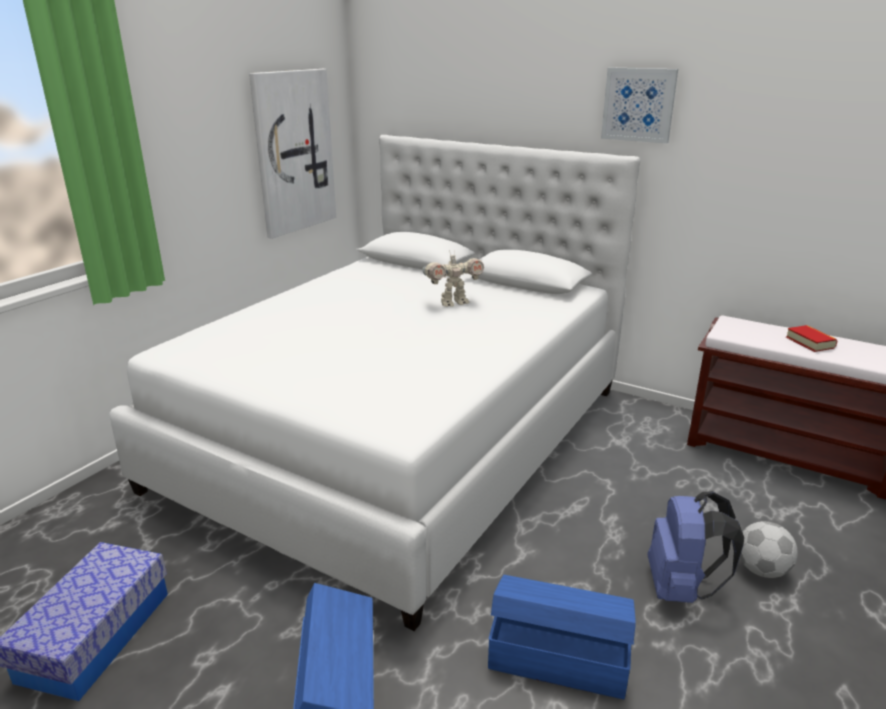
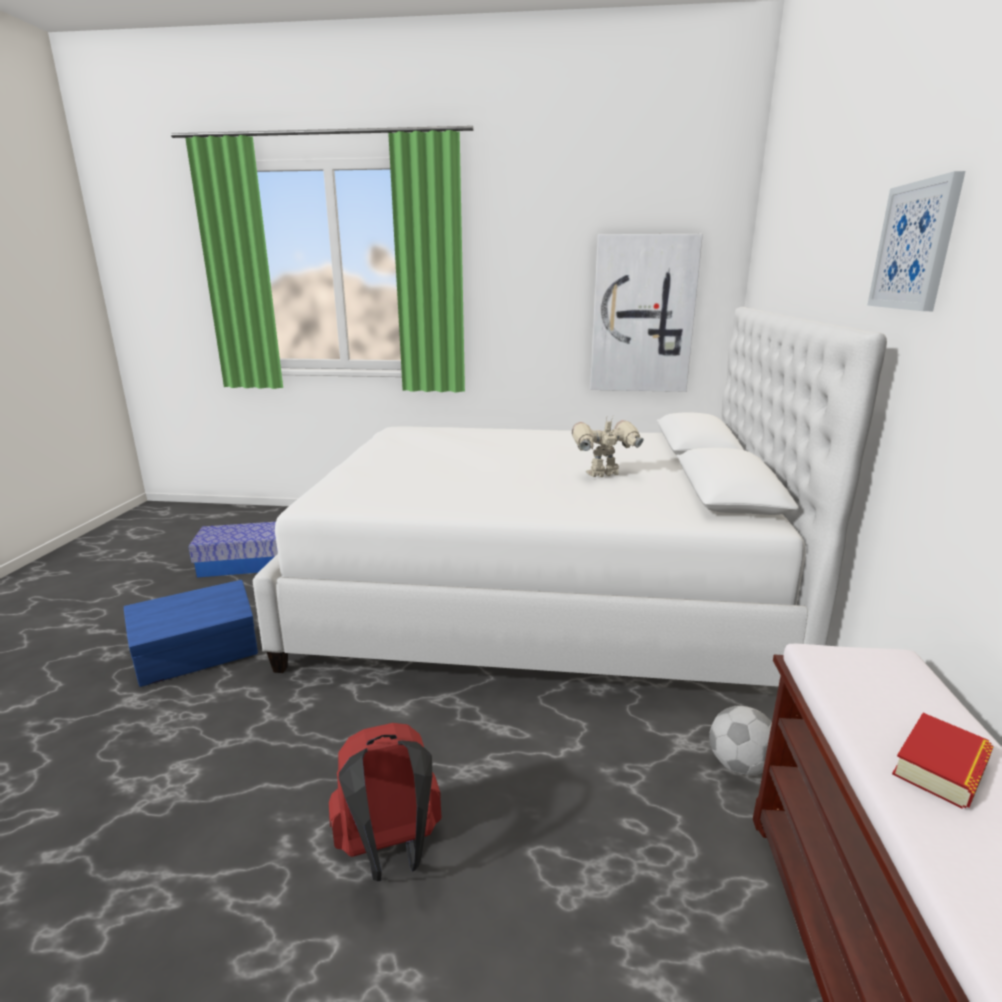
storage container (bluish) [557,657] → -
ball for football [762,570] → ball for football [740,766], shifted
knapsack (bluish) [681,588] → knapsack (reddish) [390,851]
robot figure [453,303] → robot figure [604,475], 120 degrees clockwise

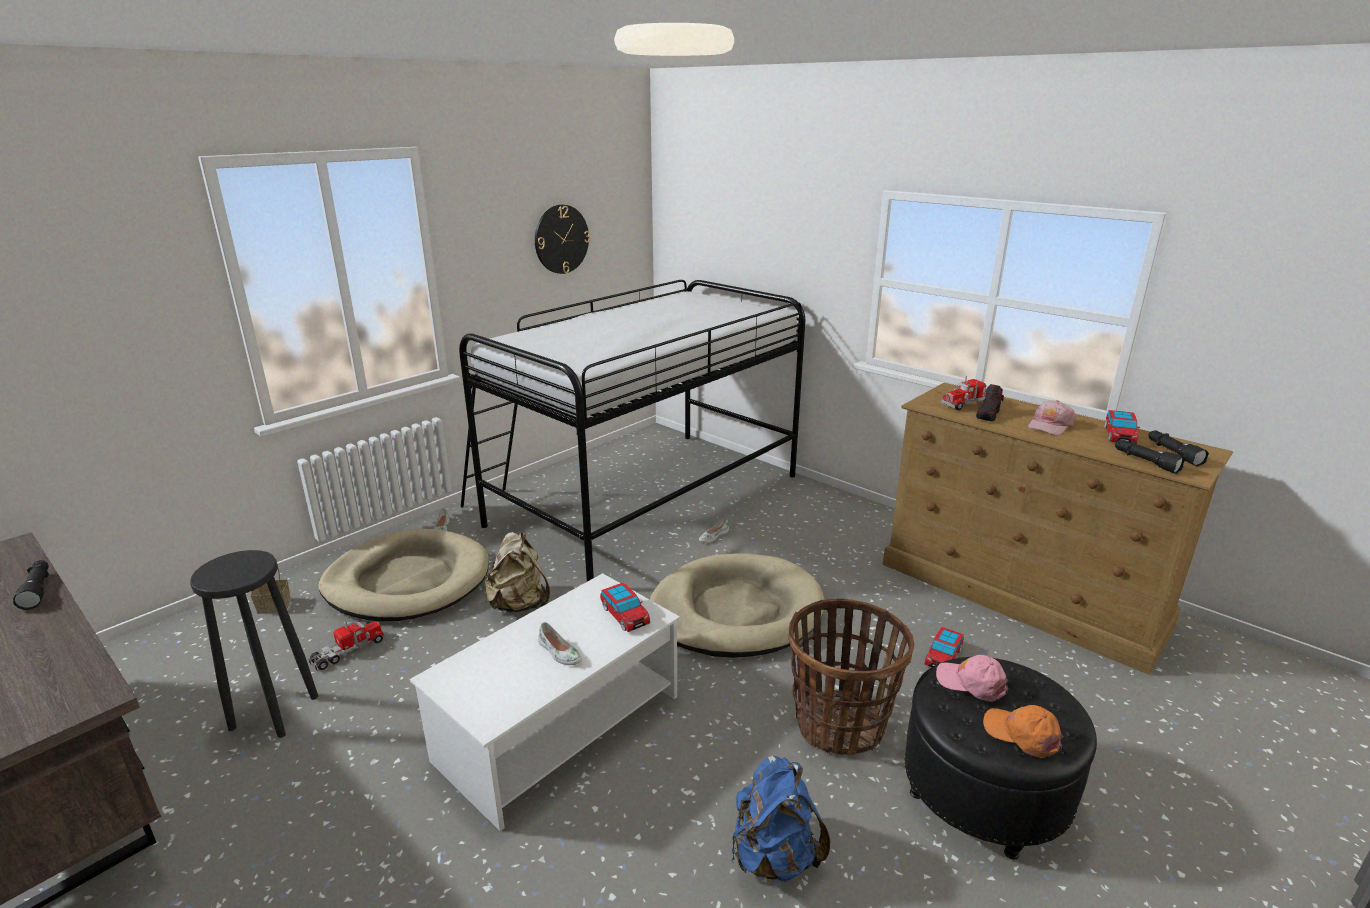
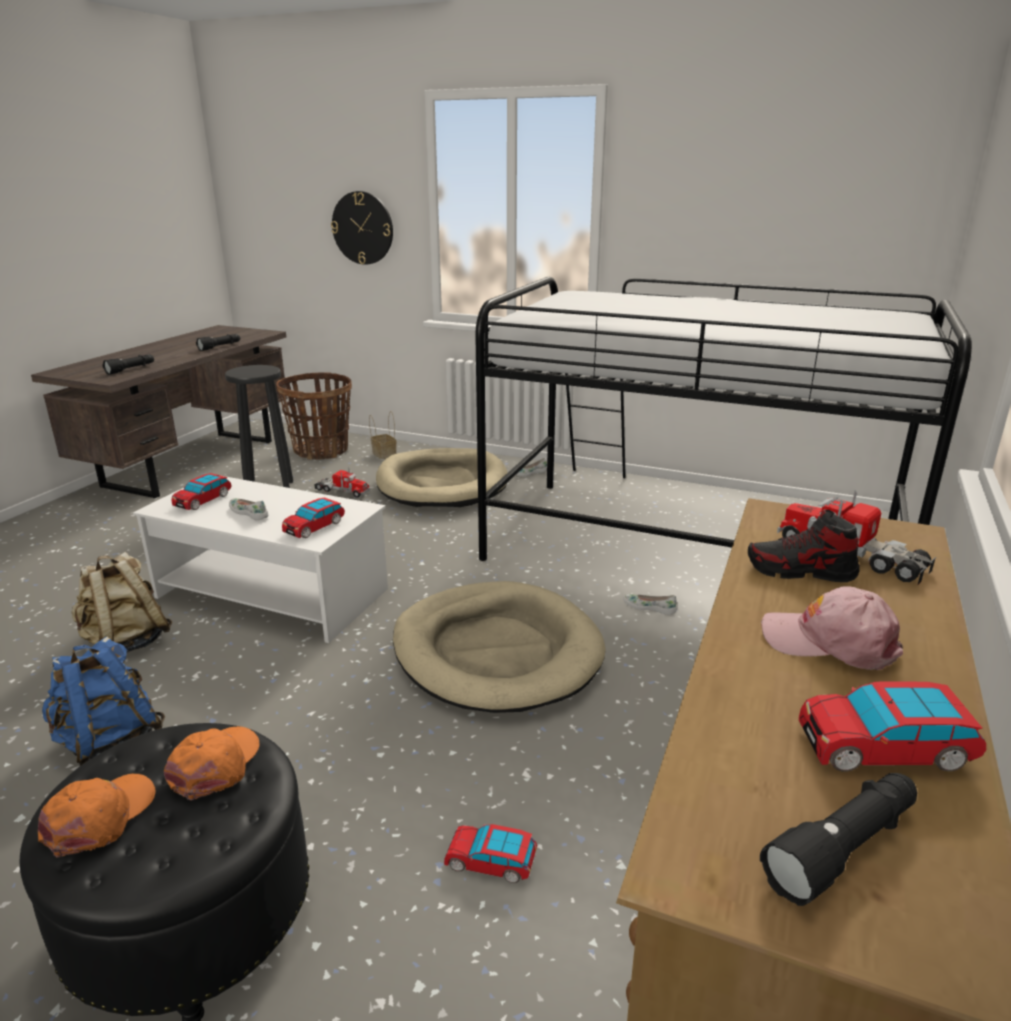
- → miniature car [203,500]
knapsack (beige-coloured) [519,605] → knapsack (beige-coloured) [126,643], shifted
wall clock [561,239] → wall clock [363,228], shifted
storage basket [840,725] → storage basket [321,451], shifted
hand torch (black) [1145,462] → hand torch (black) [131,369], shifted
cap (pink) [971,682] → cap (orange) [216,765]
shoe (white) [559,653] → shoe (white) [249,513], 105 degrees clockwise

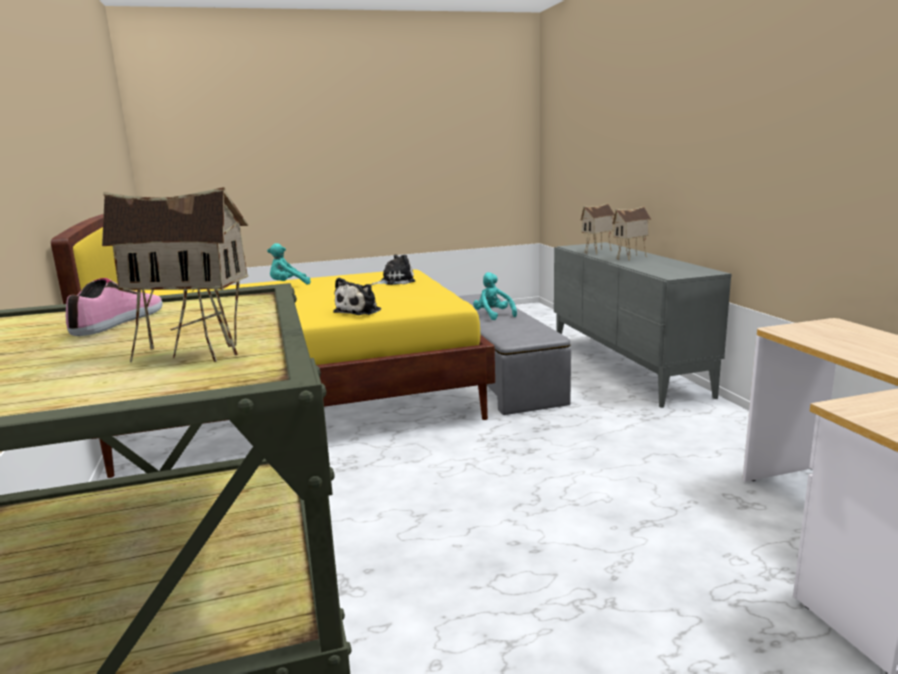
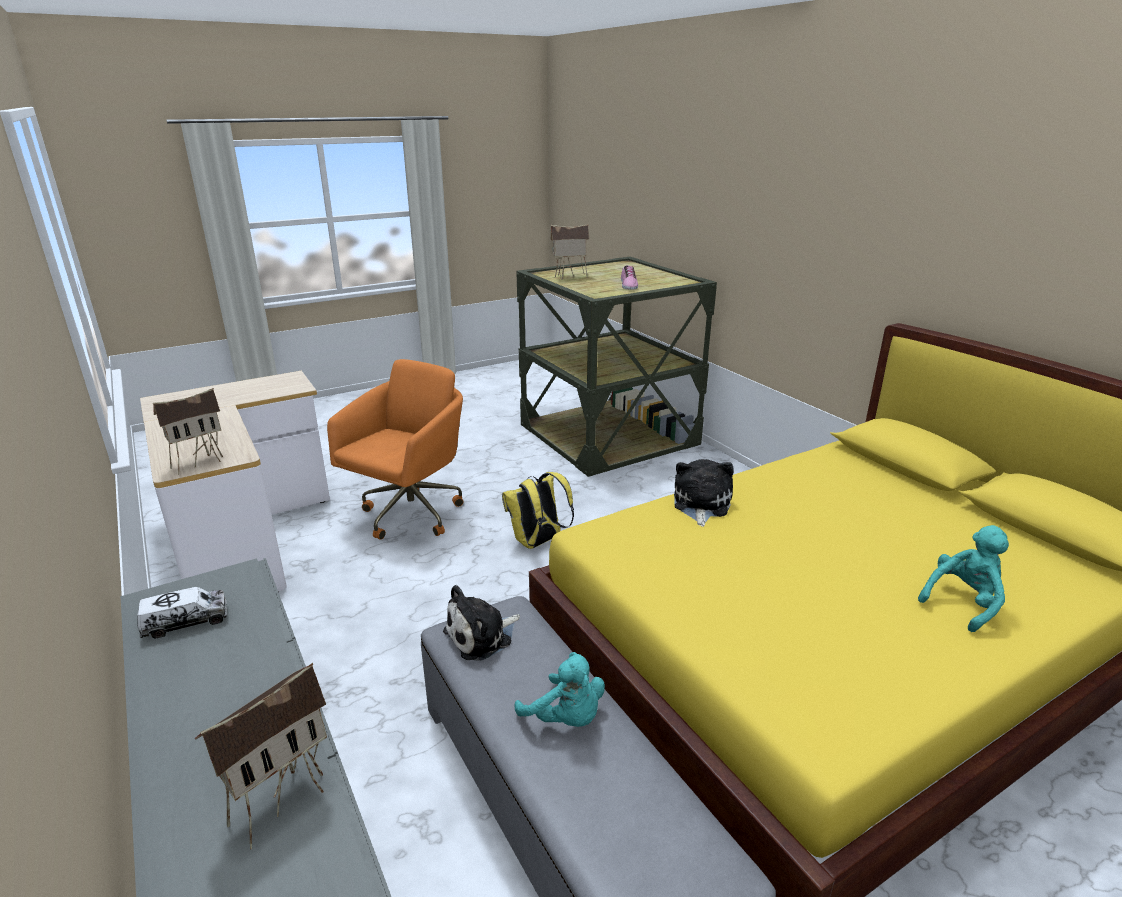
- → model truck [186,622]
- → office chair (orange) [409,517]
- → knapsack (yellowish) [538,542]
cuddly toy [395,281] → cuddly toy [482,636], shifted
model house [631,258] → model house [199,462], shifted

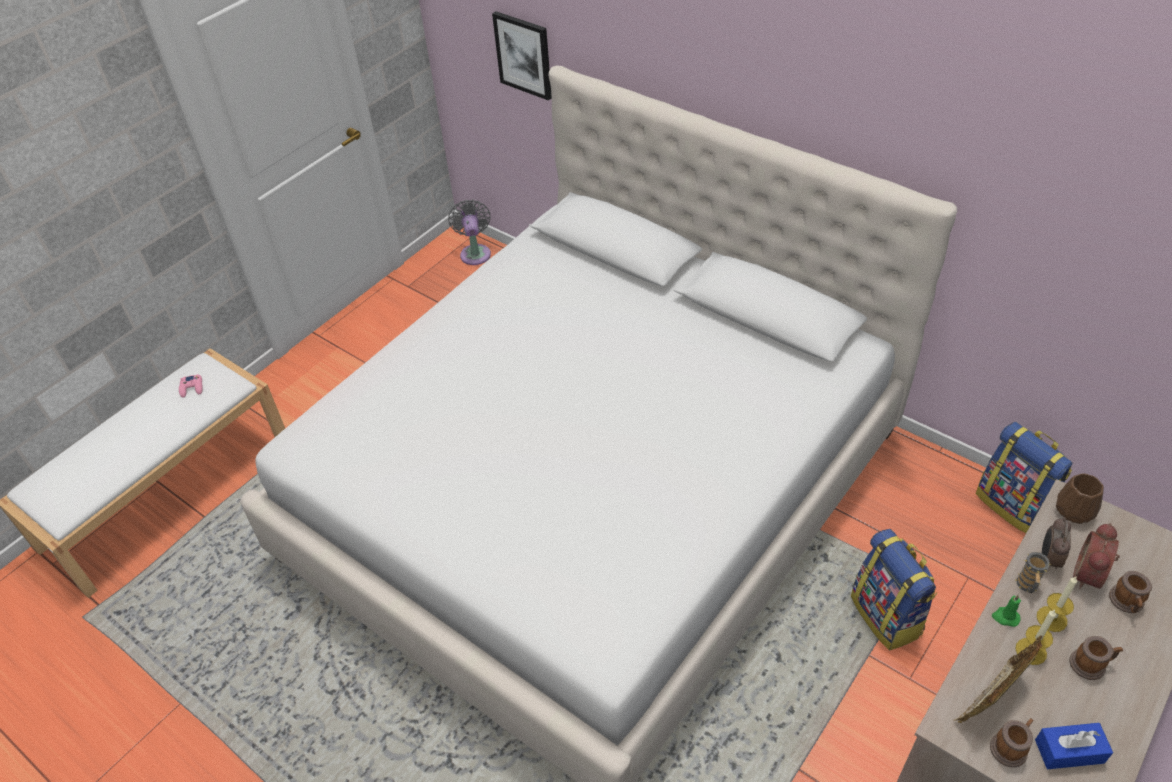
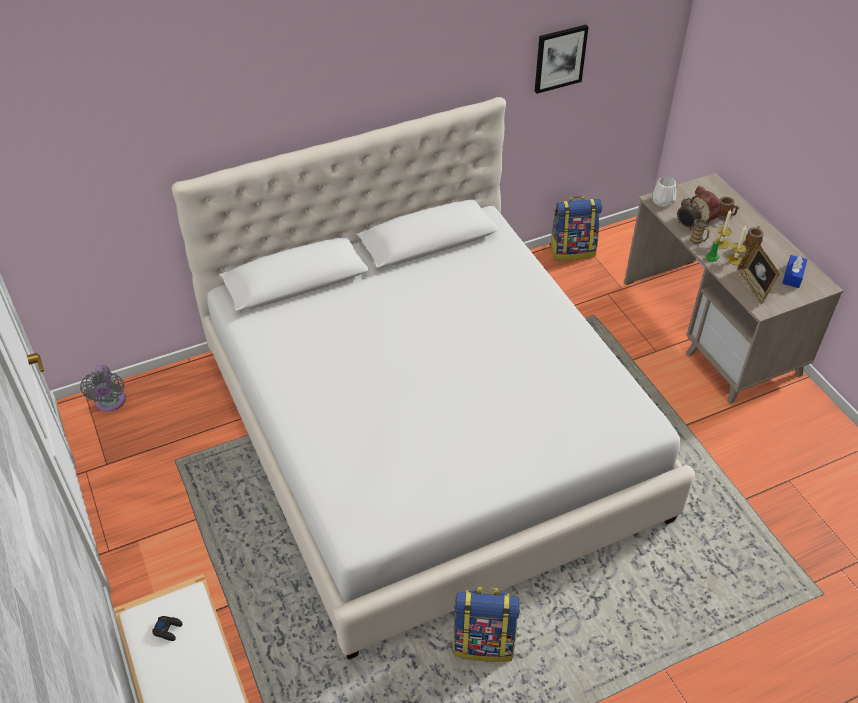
mug [1010,747] → -
wall art [524,55] → wall art [559,58], shifted
knapsack [887,616] → knapsack [484,642], shifted
game controller (pink) [192,388] → game controller (black) [168,629]
flower vase (brown) [1074,510] → flower vase (white) [662,201]
fan (greyish) [475,252] → fan (greyish) [110,403], 120 degrees counterclockwise

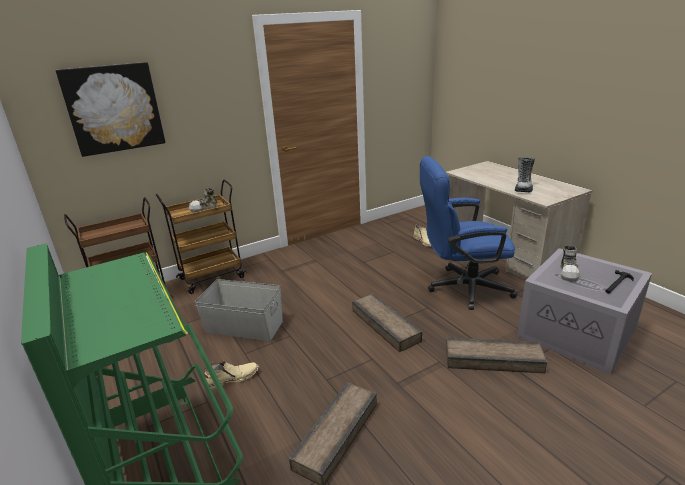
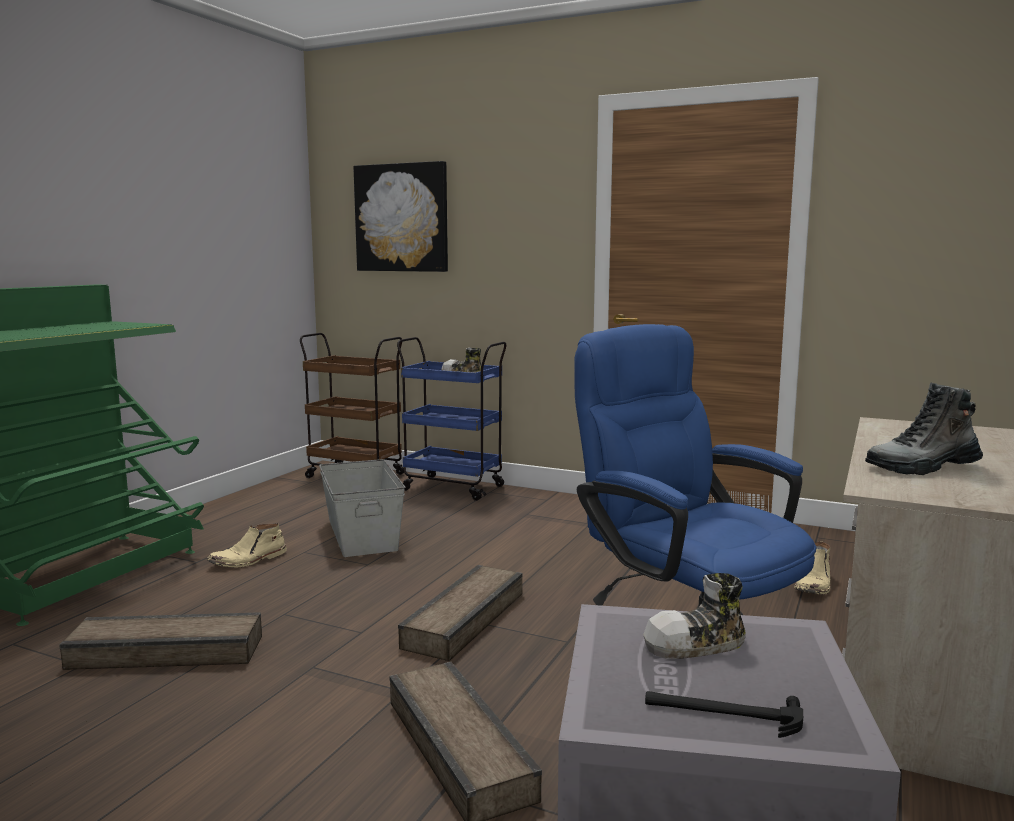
cart (brown) [212,278] → cart (bluish) [454,488]
tall boot (beige-coloured) [232,378] → tall boot (beige-coloured) [248,560], 105 degrees clockwise

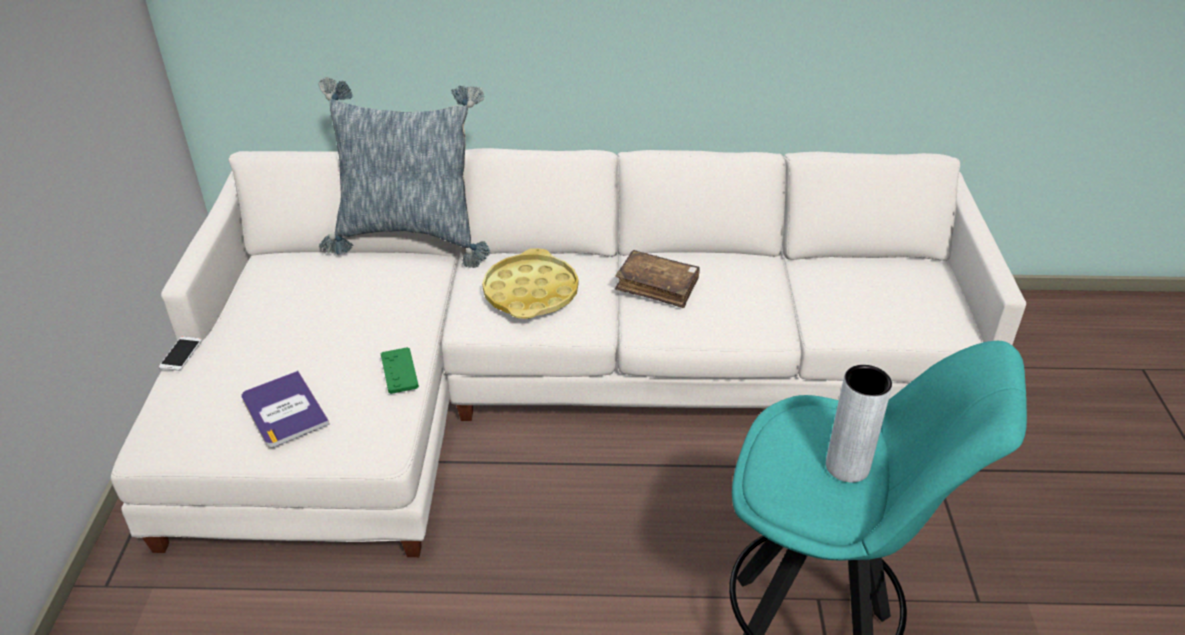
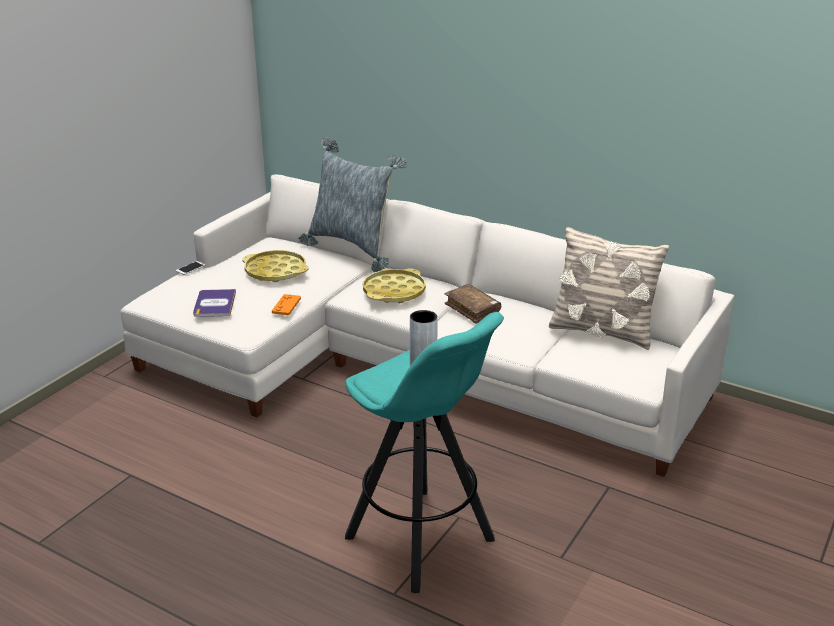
- → tray (yellowish) [275,271]
- → throw pillow (beige-coloured) [601,332]
game controller (green) [399,371] → game controller (orange) [286,305]

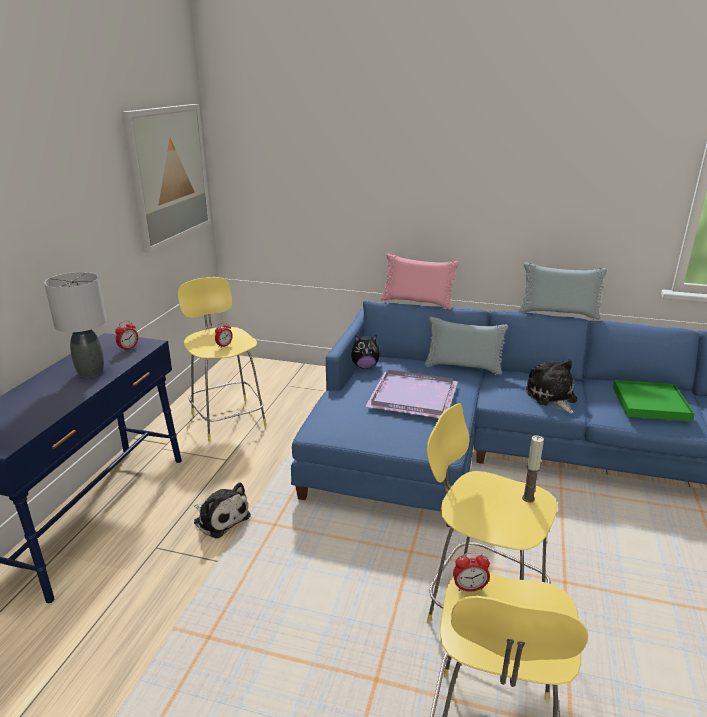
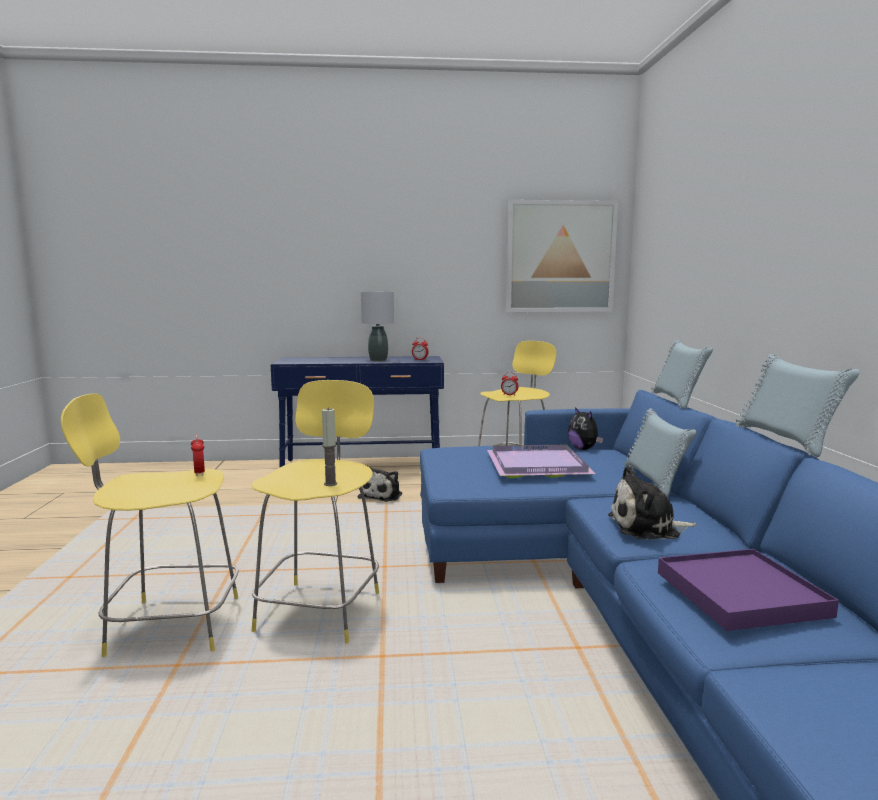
throw pillow (pink) [417,303] → throw pillow (bluish) [677,401]
tray (green) [650,404] → tray (purplish) [740,594]
cuddly toy [551,397] → cuddly toy [648,527], 150 degrees counterclockwise

